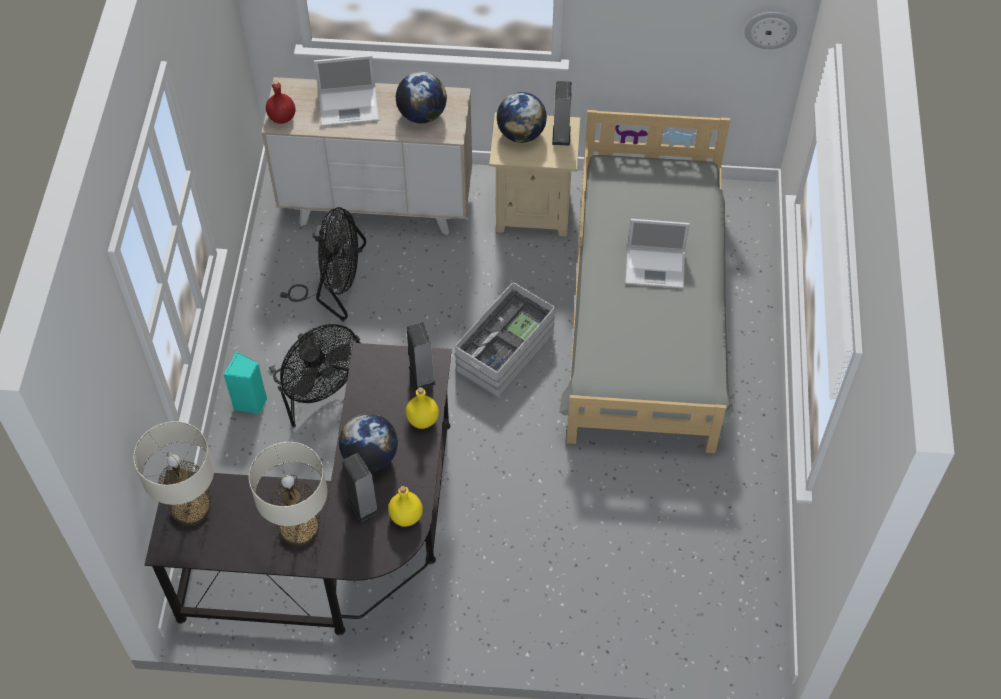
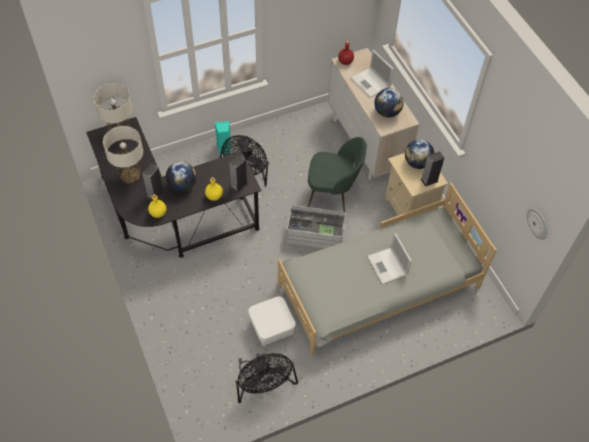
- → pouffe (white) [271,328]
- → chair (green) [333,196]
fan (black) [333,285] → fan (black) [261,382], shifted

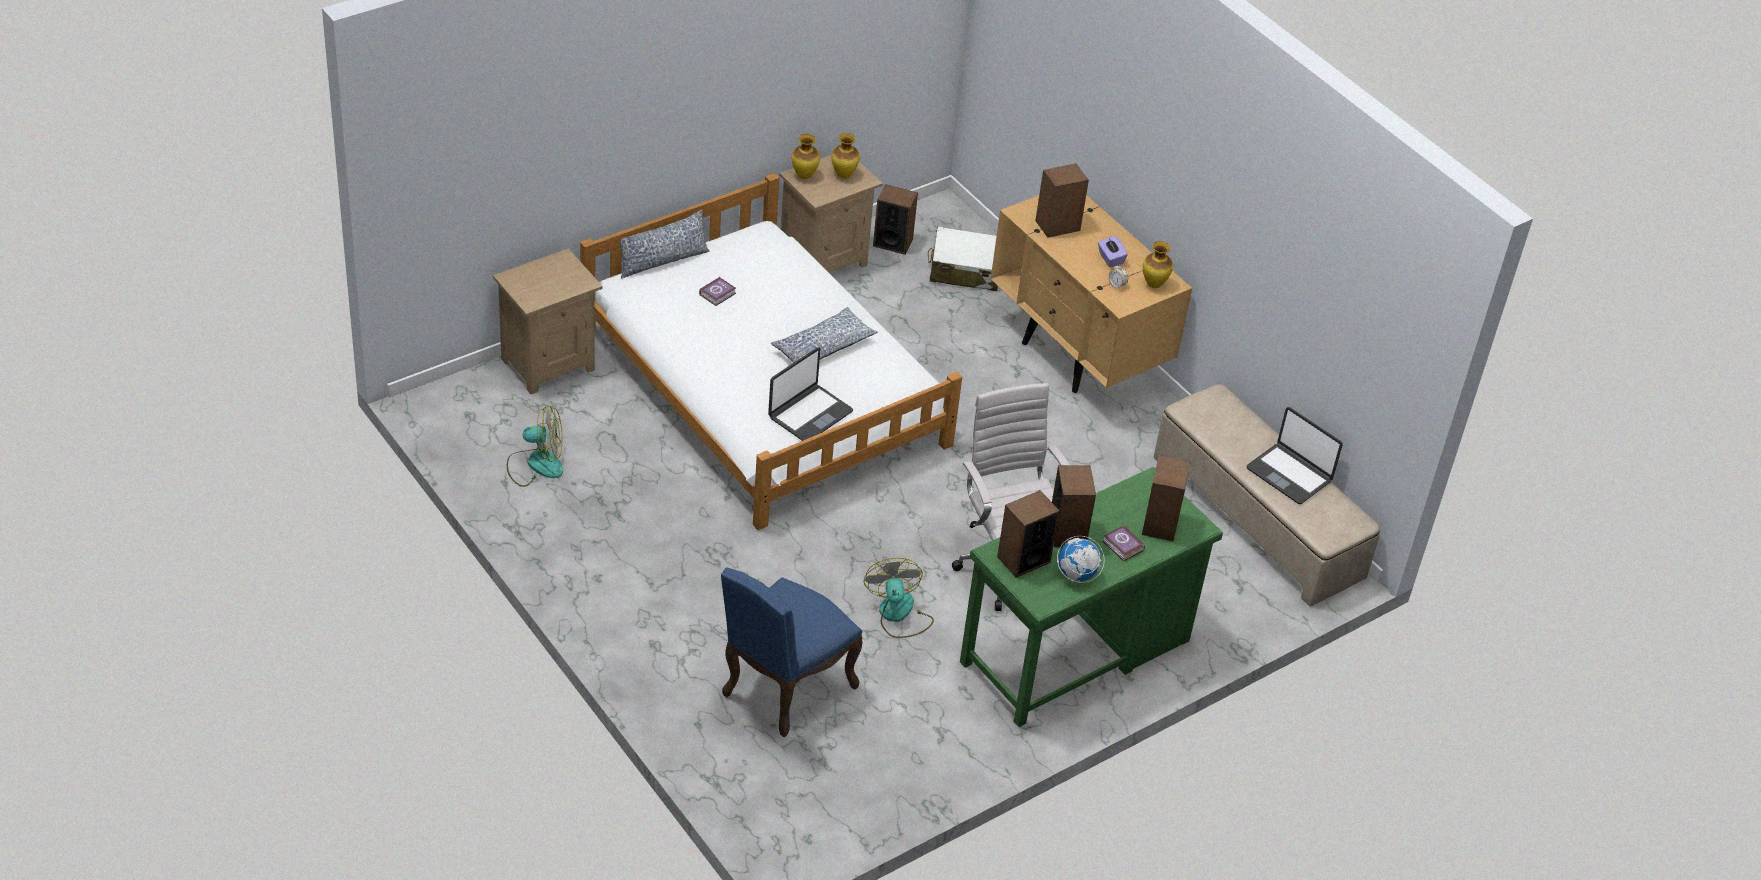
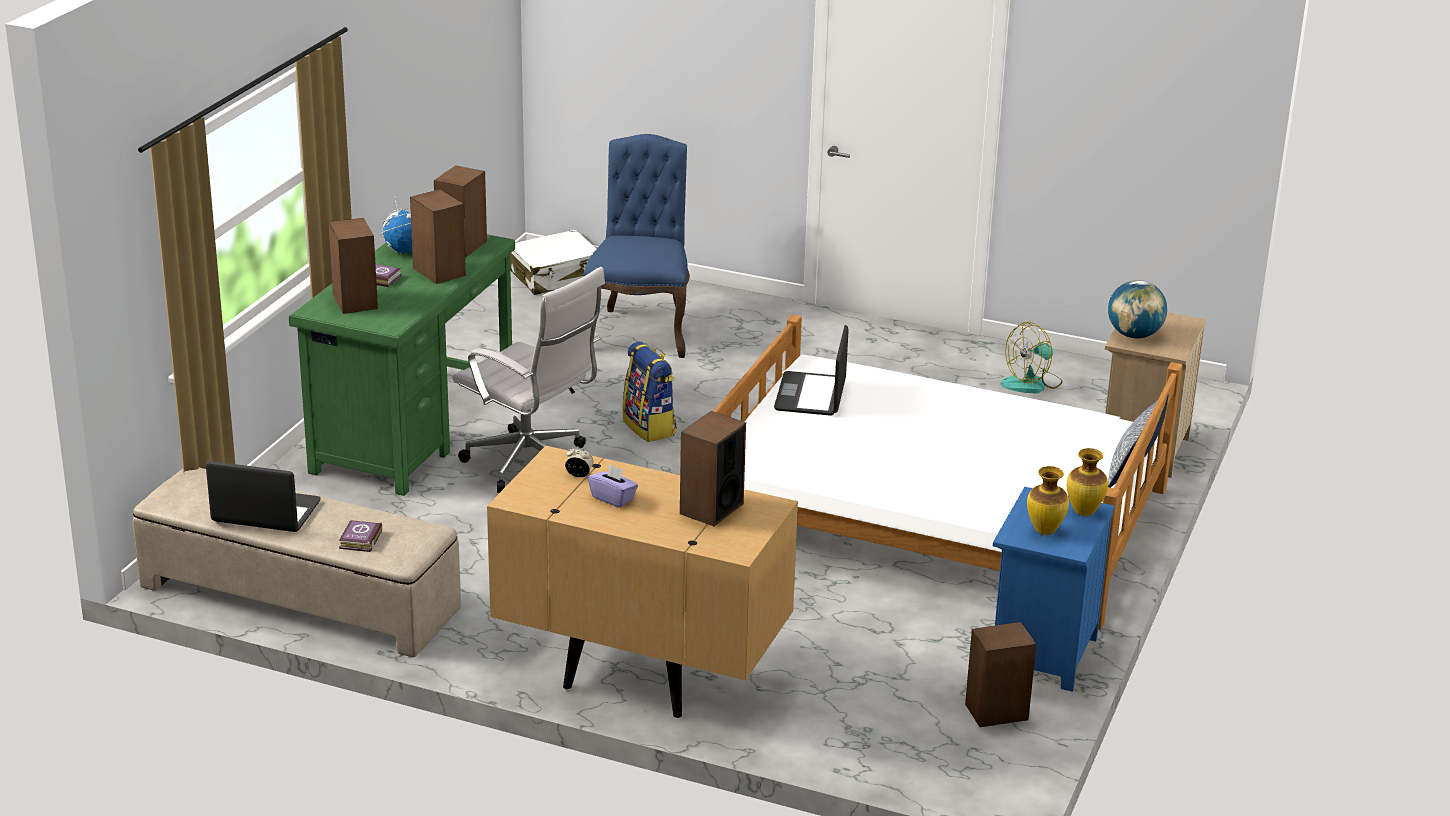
throw pillow [822,347] → -
fan [898,615] → -
flower vase [1153,284] → -
- → knapsack [650,427]
- → world globe [1134,335]
book [718,294] → book [359,540], shifted
travel case (white) [964,270] → travel case (white) [556,276], shifted
night table (beige-coloured) [825,261] → night table (bluish) [1040,655]

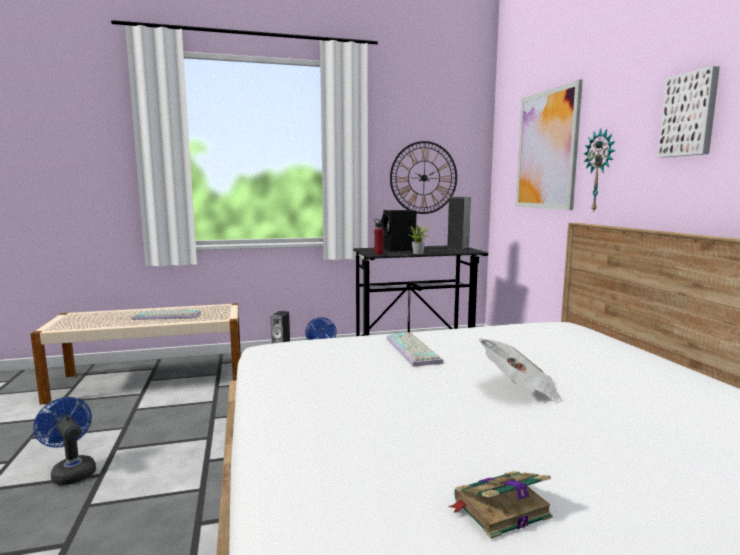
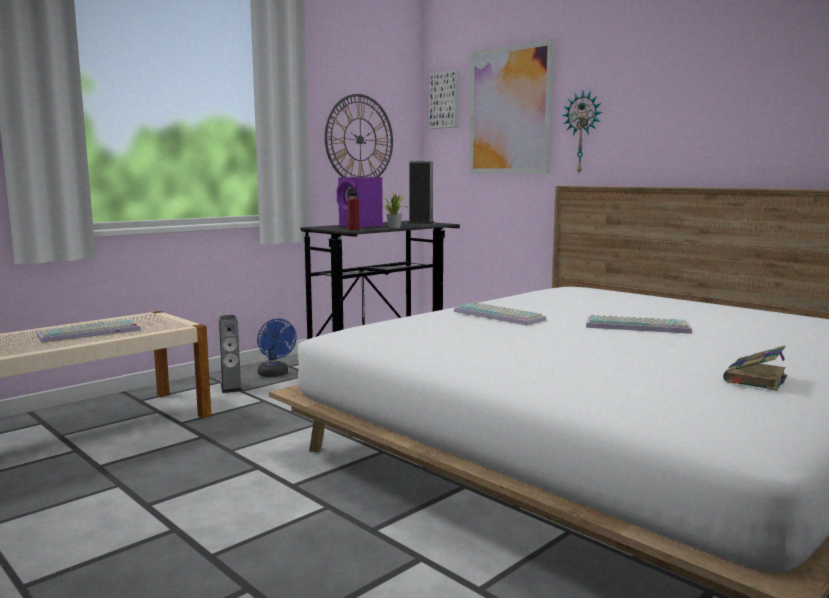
fan (bluish) [71,471] → -
wall art [690,115] → wall art [445,100], shifted
newspaper [520,389] → PC keyboard [638,326]
speaker (black) [399,250] → speaker (purplish) [361,226]

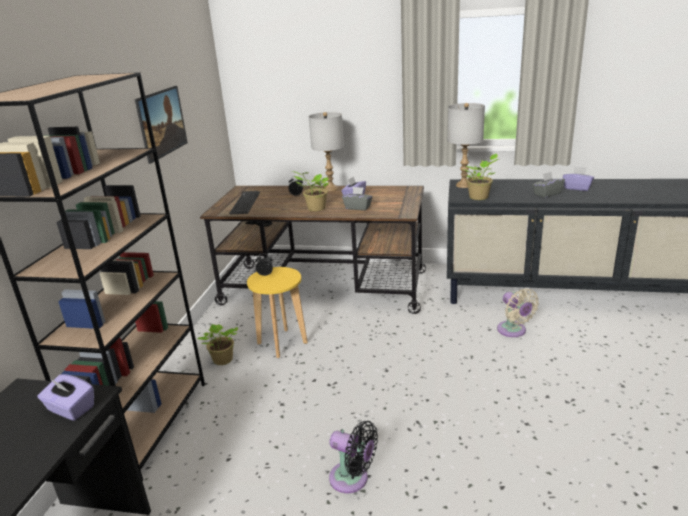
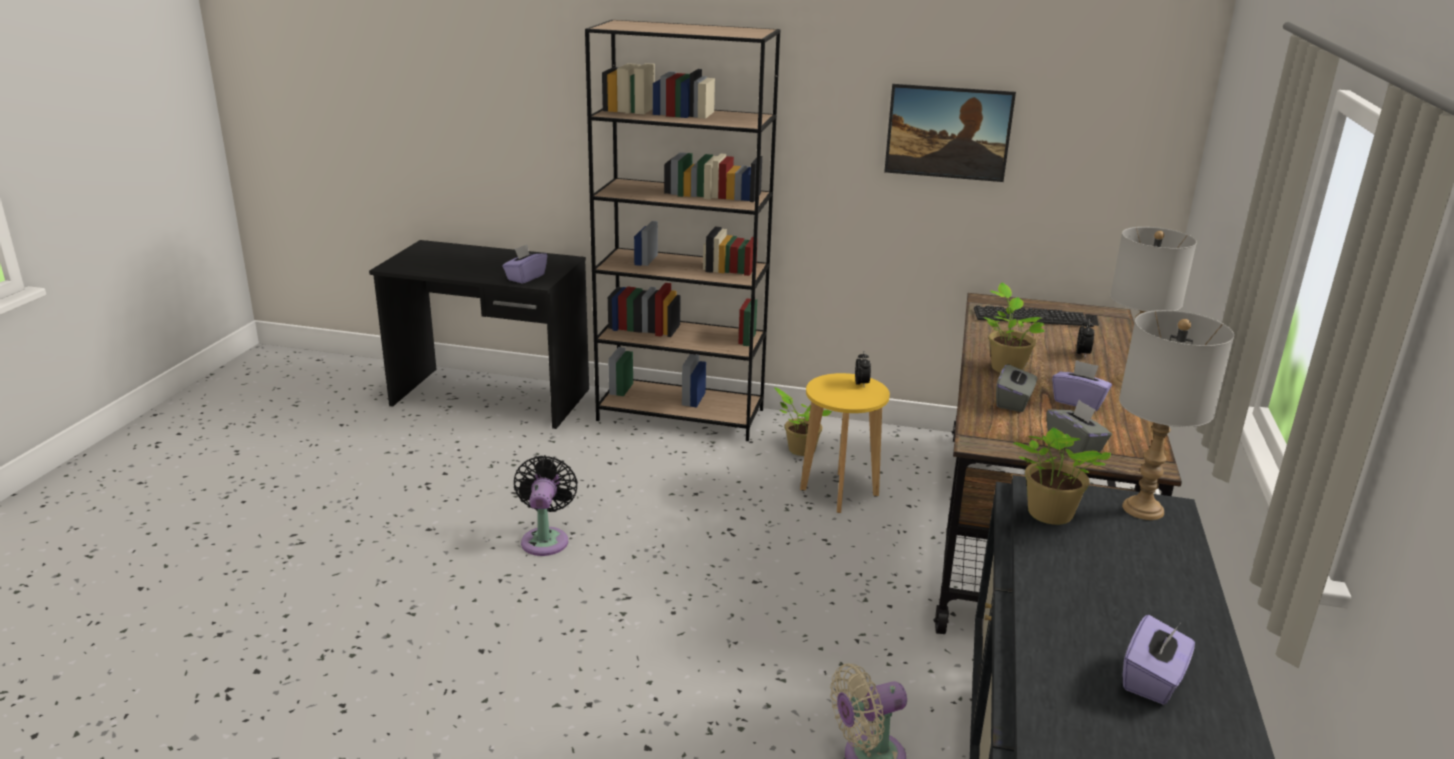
box of tissues (greyish) [547,194] → box of tissues (greyish) [1075,445], shifted
fan (black) [352,479] → fan (black) [545,539], 150 degrees clockwise

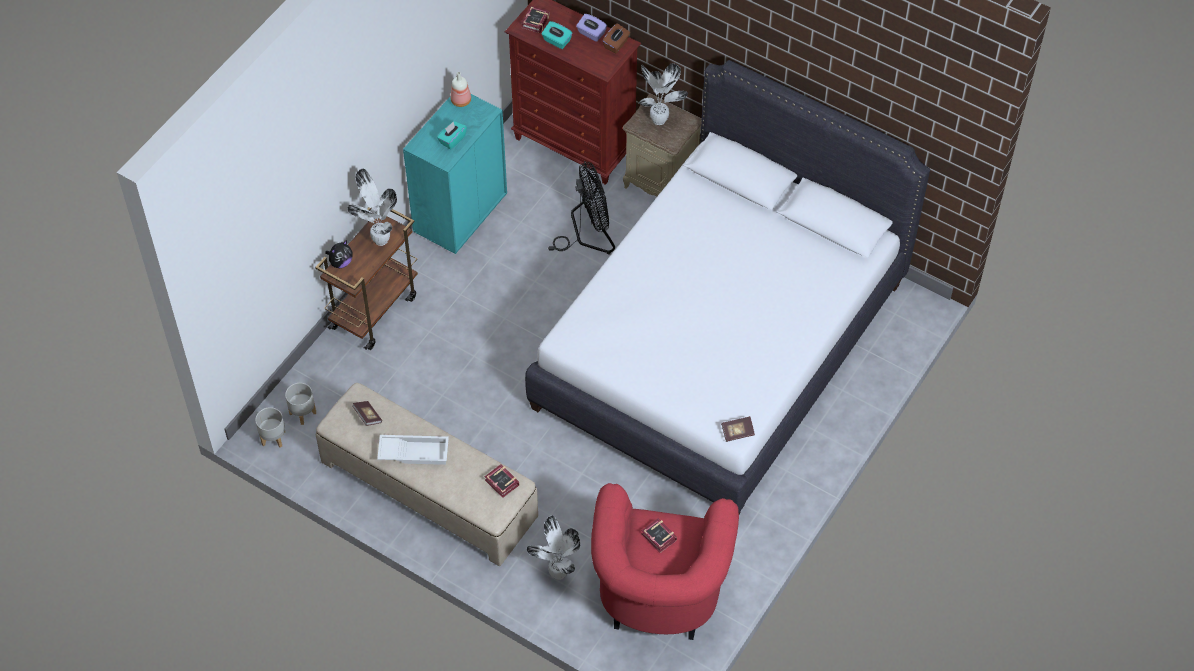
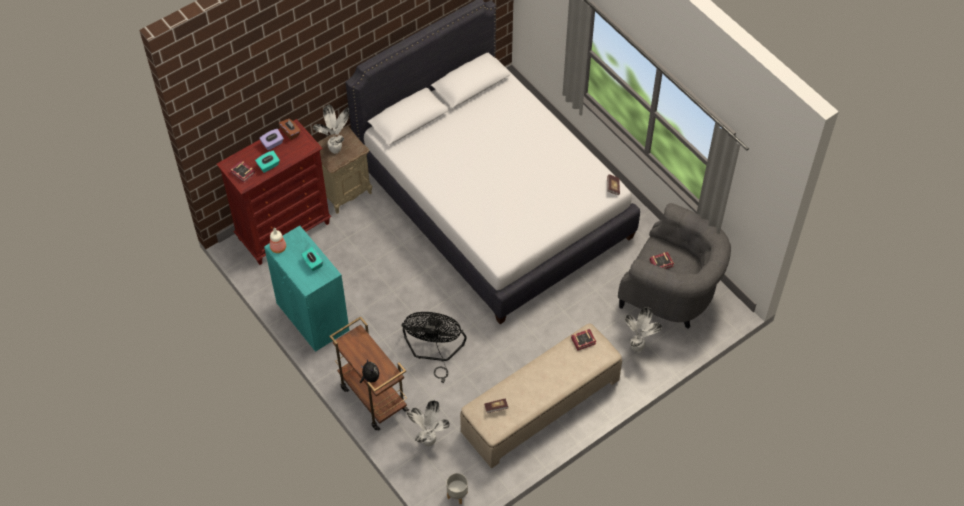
planter (greyish) [302,413] → -
tray (white) [414,451] → -
houseplant [380,239] → houseplant [427,441], shifted
fan (black) [586,229] → fan (black) [434,352], shifted
armchair (reddish) [659,592] → armchair (greyish) [670,295]

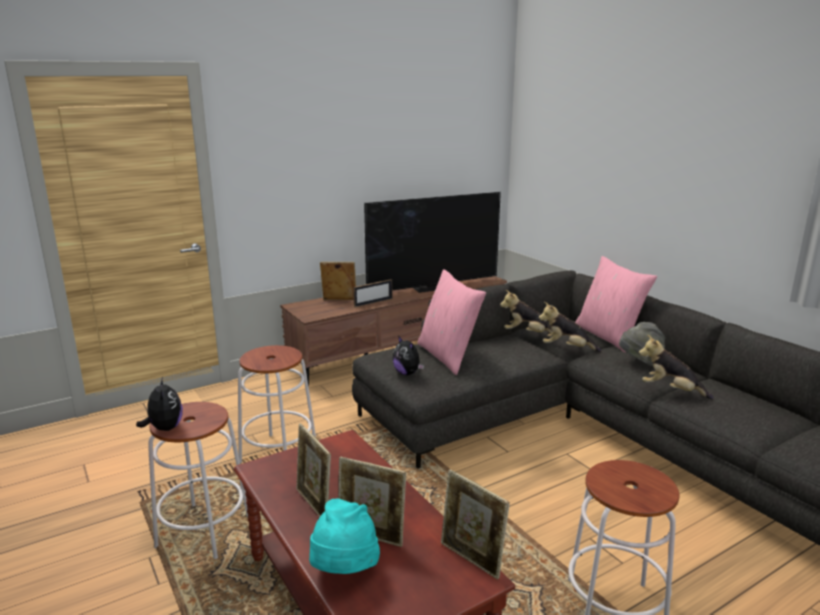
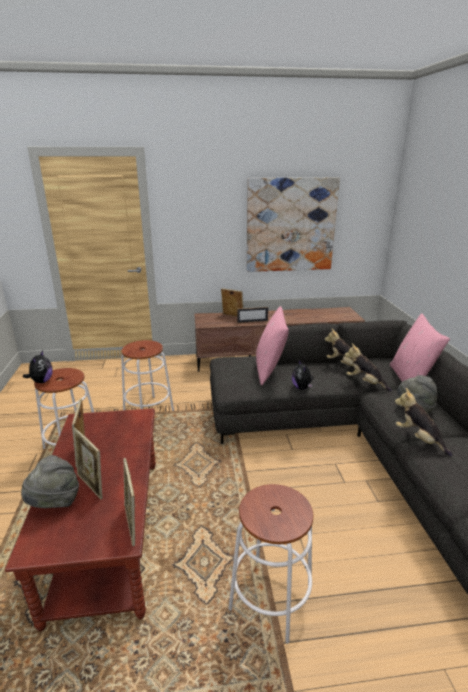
TV [433,286] → -
- → wall art [290,225]
cuddly toy [407,373] → cuddly toy [302,388], shifted
clothing hat (blue-green) [344,570] → clothing hat (greyish) [55,503]

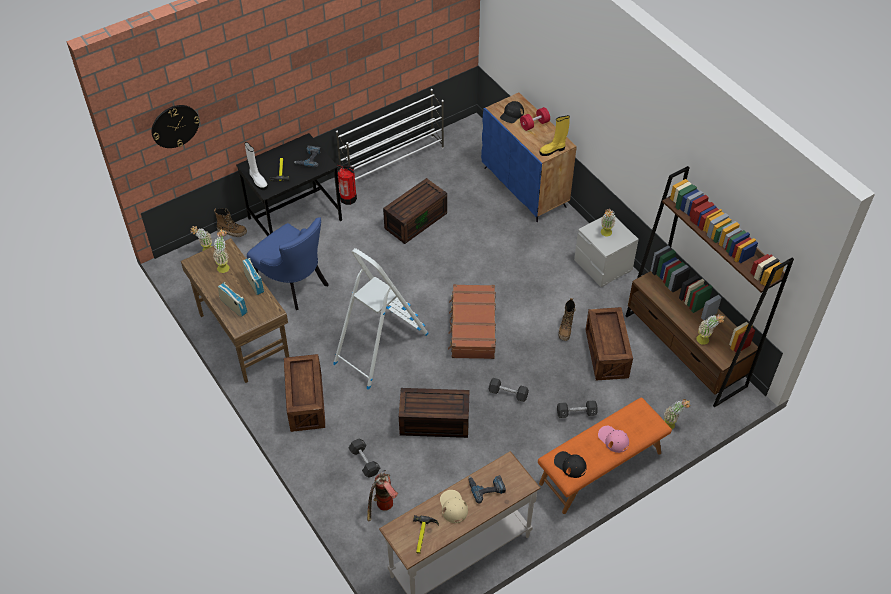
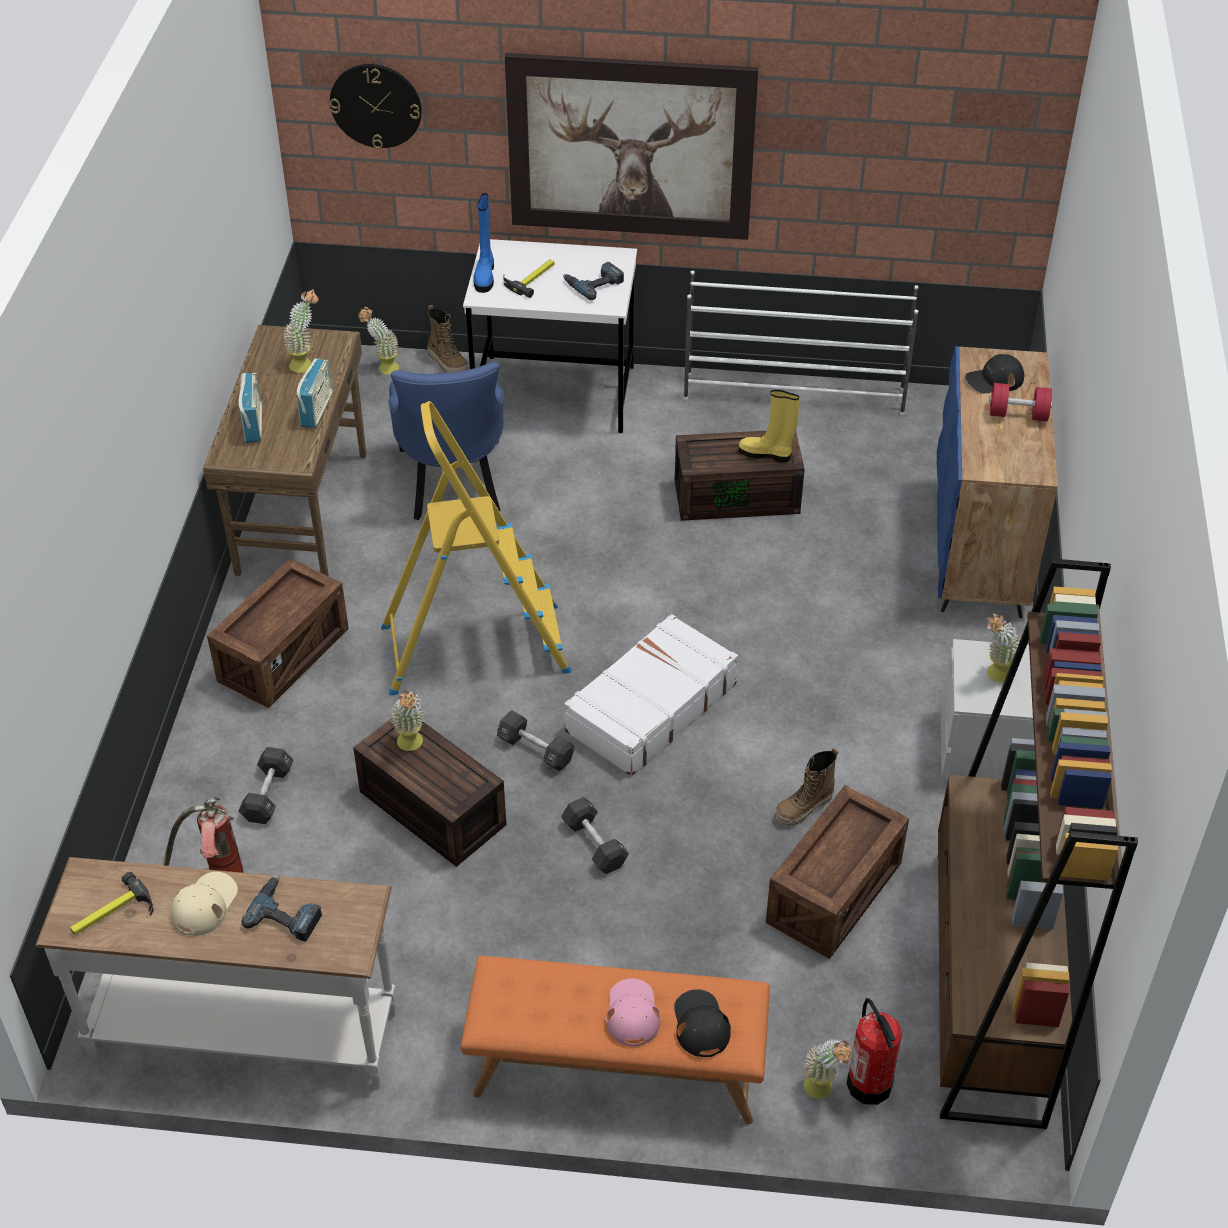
- → wall art [630,147]
fire-fighting cylinder [348,198] → fire-fighting cylinder [869,1083], shifted
tall boot (yellowish) [553,150] → tall boot (yellowish) [766,454], shifted
cap (black) [570,465] → cap (black) [700,1024], shifted
hand weight (black) [576,413] → hand weight (black) [535,750], shifted
houseplant [706,341] → houseplant [412,746], shifted
desk unit (black) [295,219] → desk unit (white) [555,394]
tall boot (white) [258,181] → tall boot (bluish) [485,275]
step ladder (white) [381,348] → step ladder (yellowish) [476,649]
travel case (brown) [472,327] → travel case (white) [650,707]

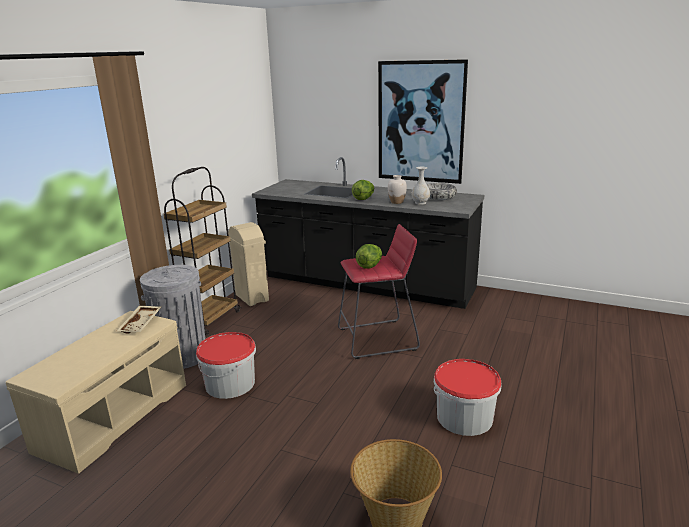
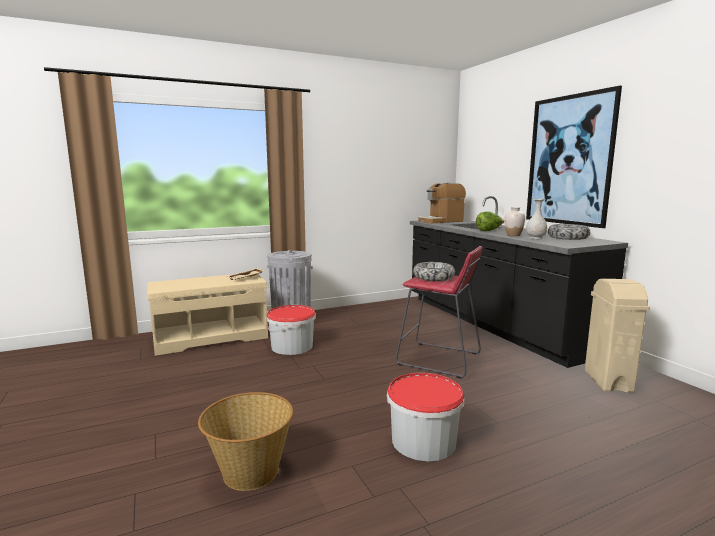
cart (brown) [211,321] → -
- → coffee machine [440,221]
rubbish bin (beige-coloured) [252,297] → rubbish bin (beige-coloured) [608,381], shifted
lettuce [369,265] → serving bowl [433,278]

